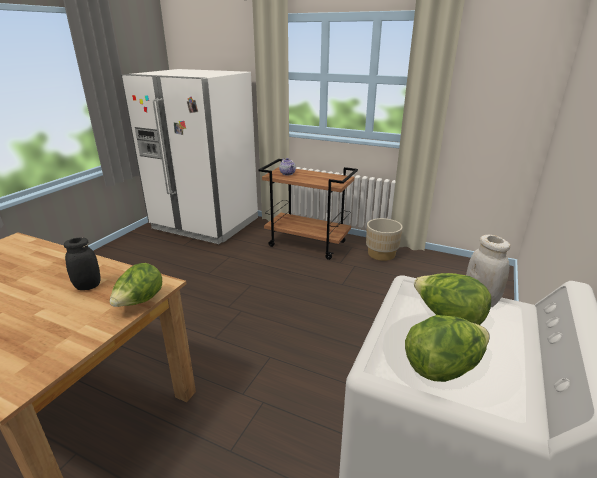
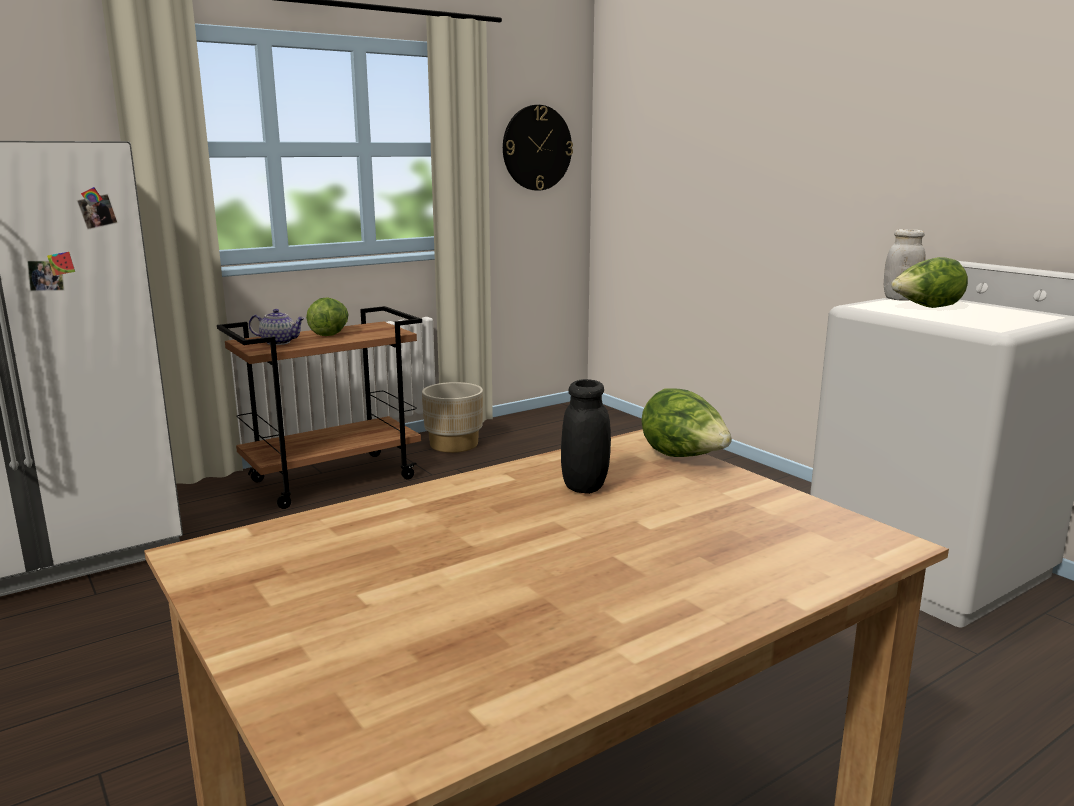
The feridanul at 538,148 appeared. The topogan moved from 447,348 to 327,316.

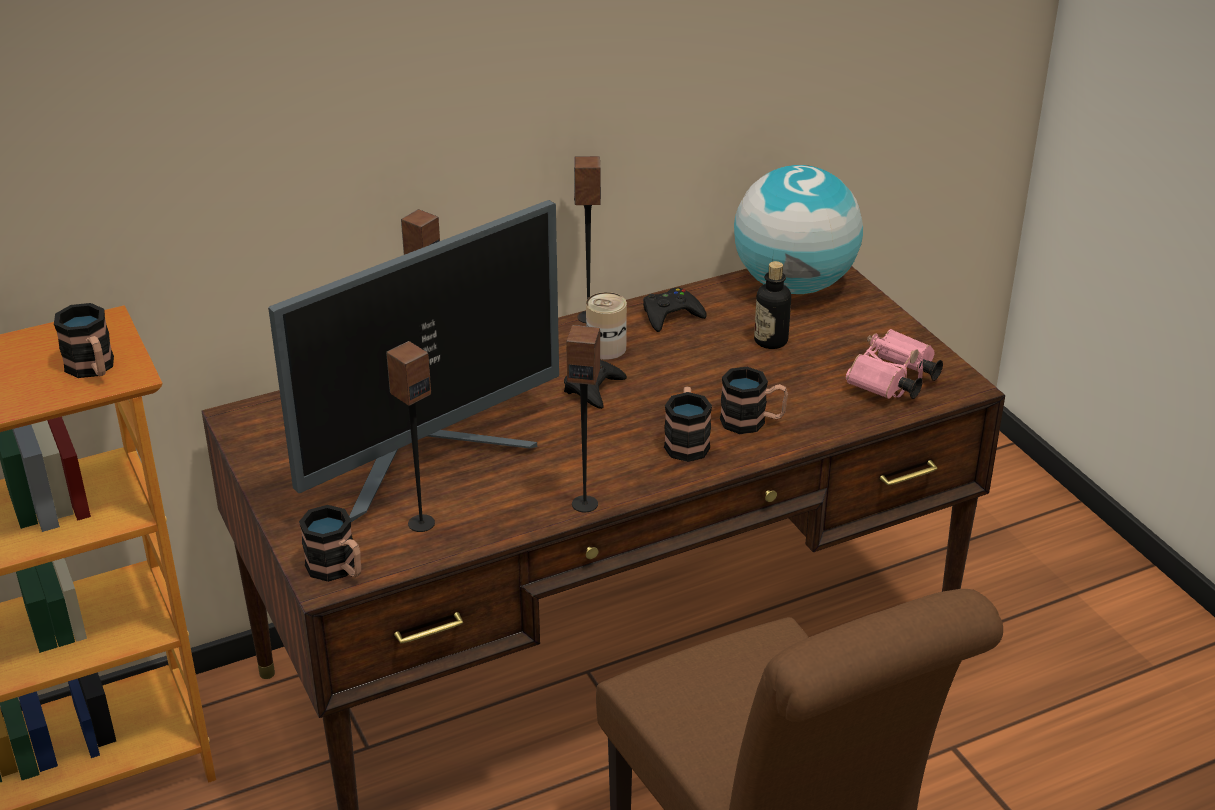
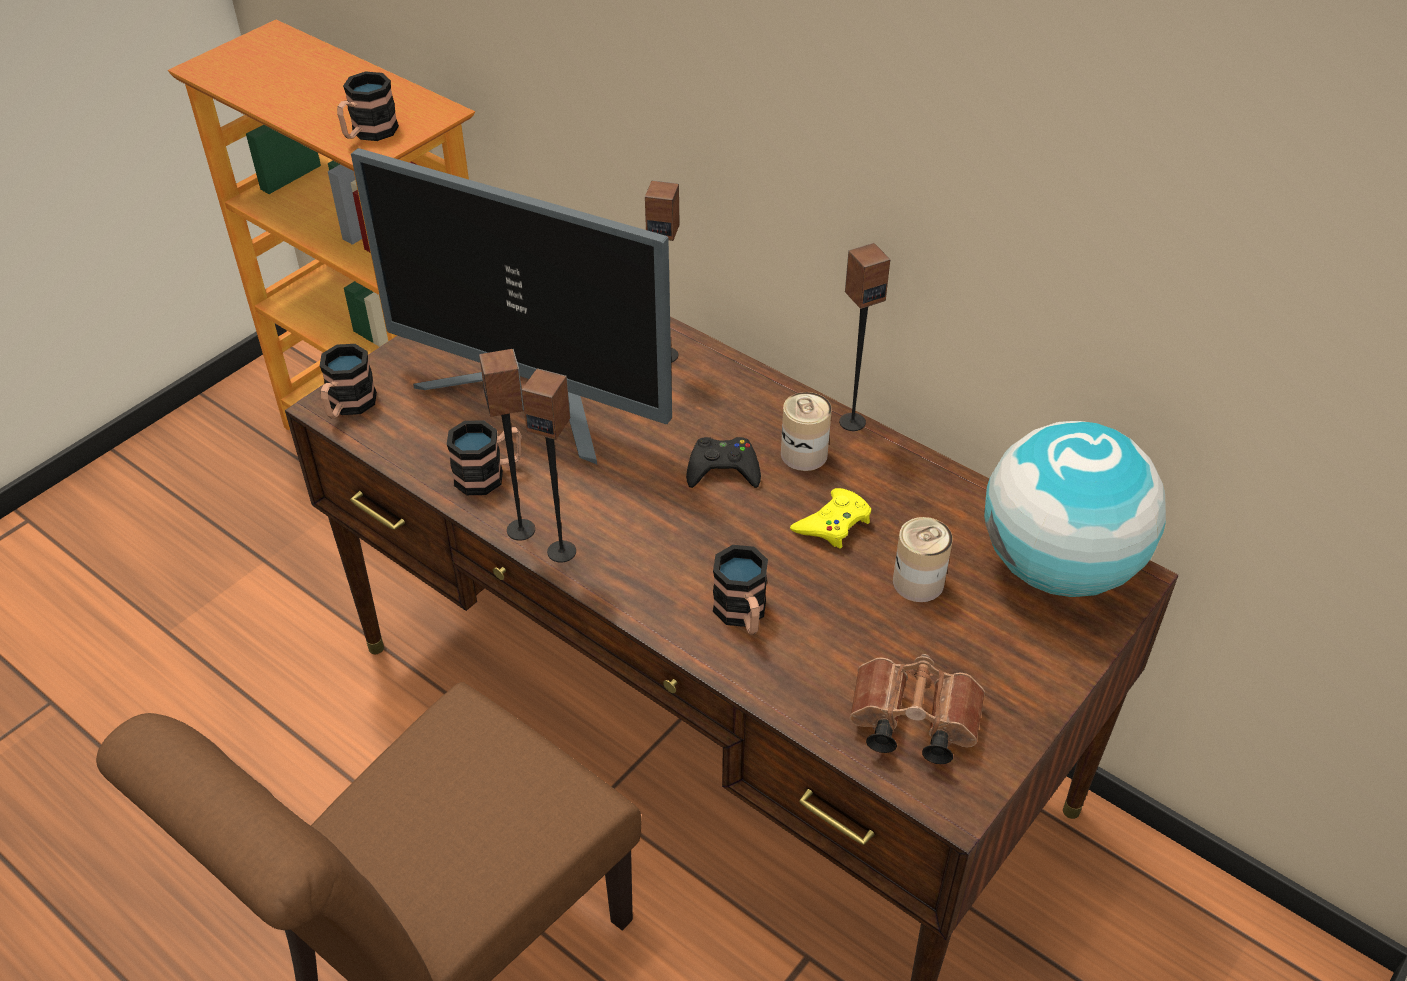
The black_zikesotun at 674,310 disappeared. The yellow_zikesotun at 830,518 appeared. The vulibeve moved from 410,436 to 549,465. The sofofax moved from 688,424 to 484,457. The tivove at 772,305 was replaced by the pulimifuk at 923,559. The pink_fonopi at 894,364 became the brown_fonopi at 917,709.

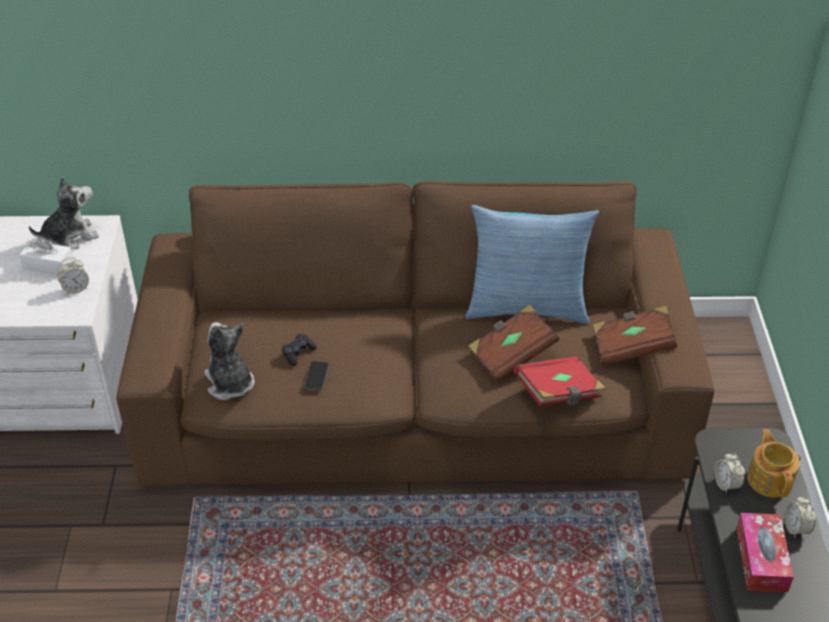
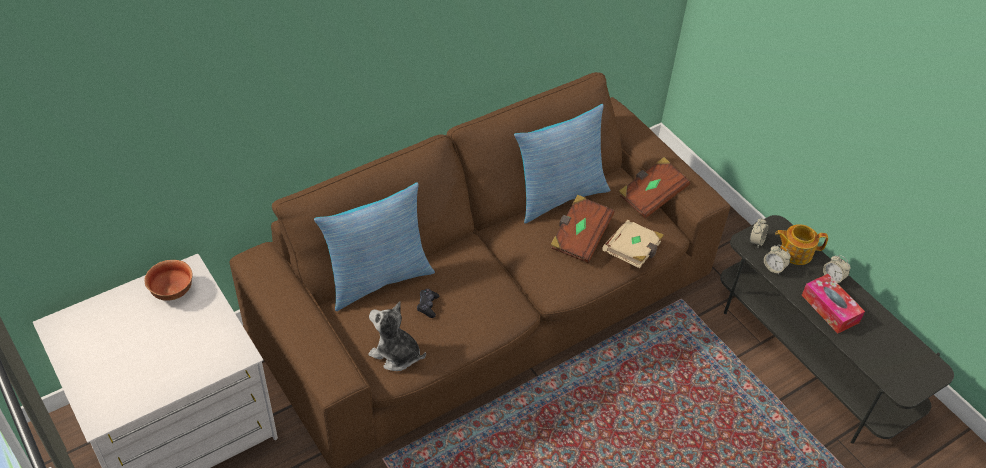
The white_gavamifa at 47,256 disappeared. The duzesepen at 316,375 disappeared. The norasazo at 374,246 appeared. The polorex moved from 73,276 to 759,232. The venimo at 64,213 was replaced by the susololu at 168,280. The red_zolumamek at 559,382 became the beige_zolumamek at 633,244. The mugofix at 773,463 turned 45 degrees counterclockwise.

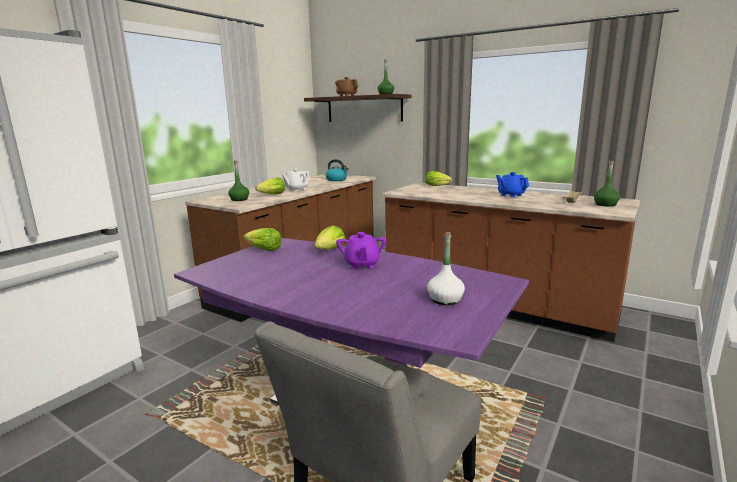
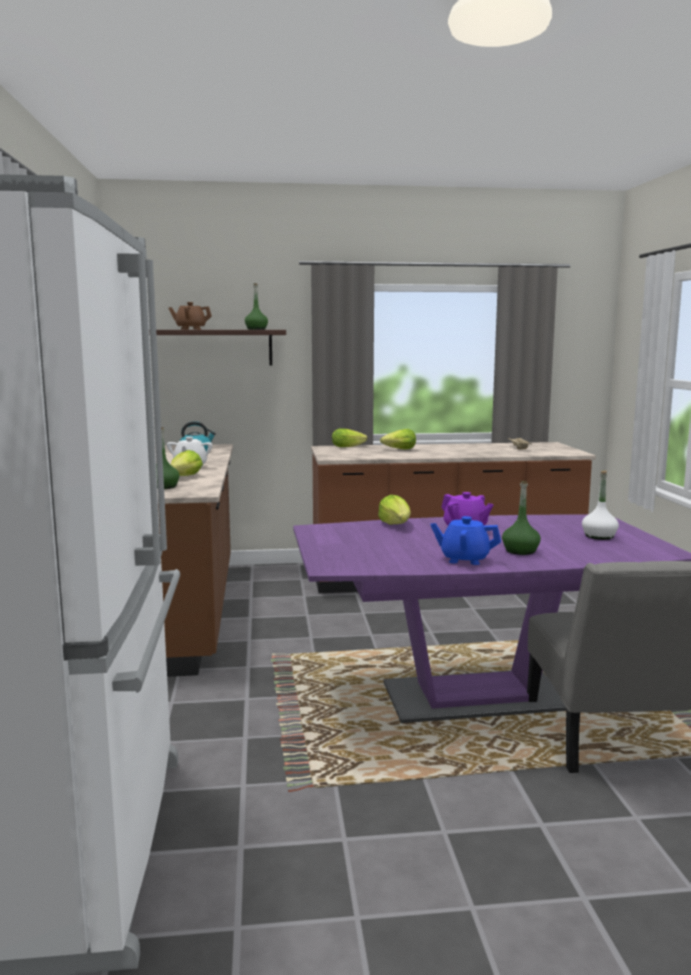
The topogan moved from 263,239 to 398,439. The blue_mugofix moved from 512,184 to 465,540. The green_tivove moved from 607,183 to 521,518.

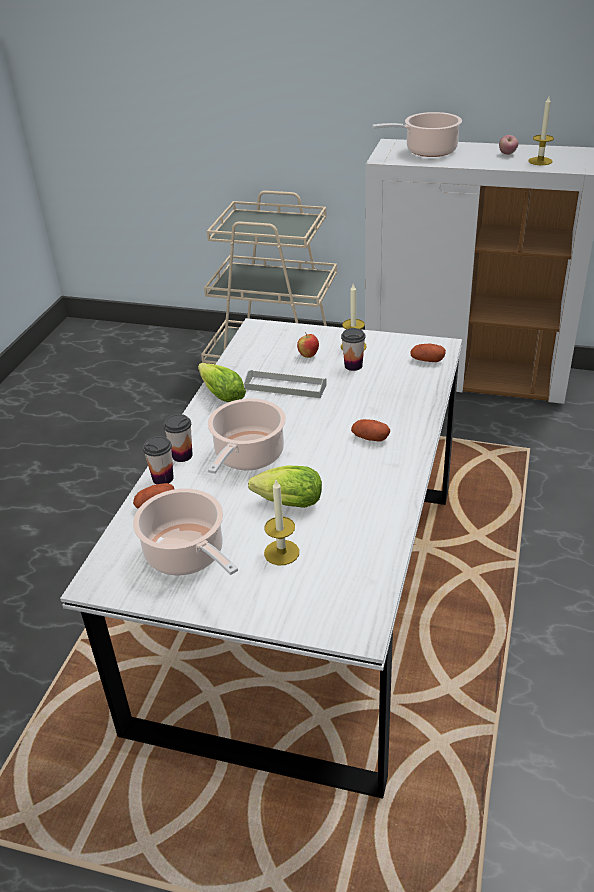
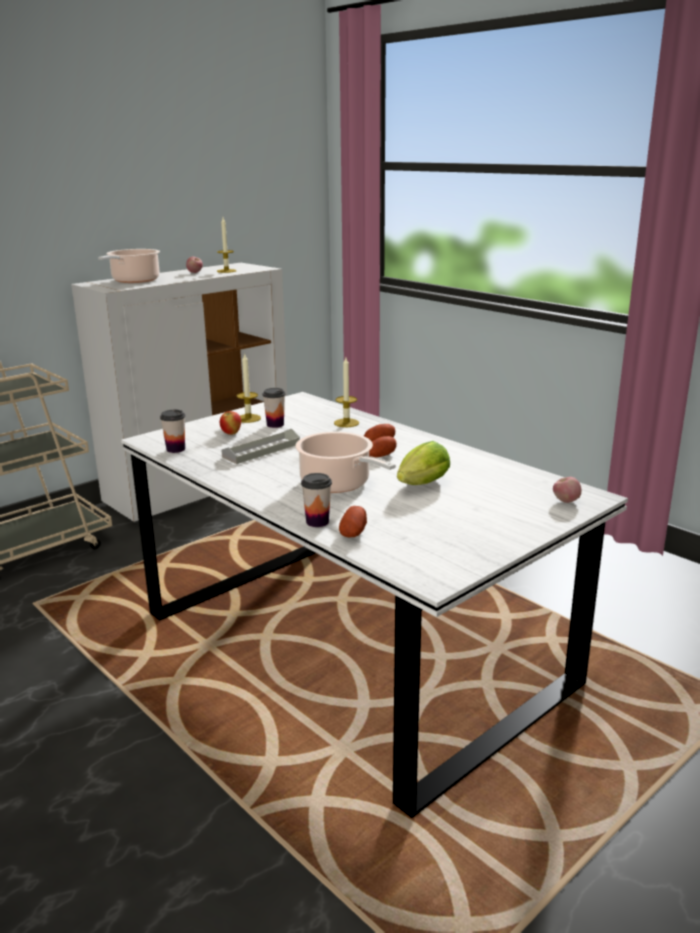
The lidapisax at 185,532 disappeared. The topogan at 222,382 disappeared. The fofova at 567,490 appeared. The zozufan moved from 178,438 to 172,431. The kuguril moved from 281,522 to 346,392. The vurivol moved from 428,353 to 383,446.

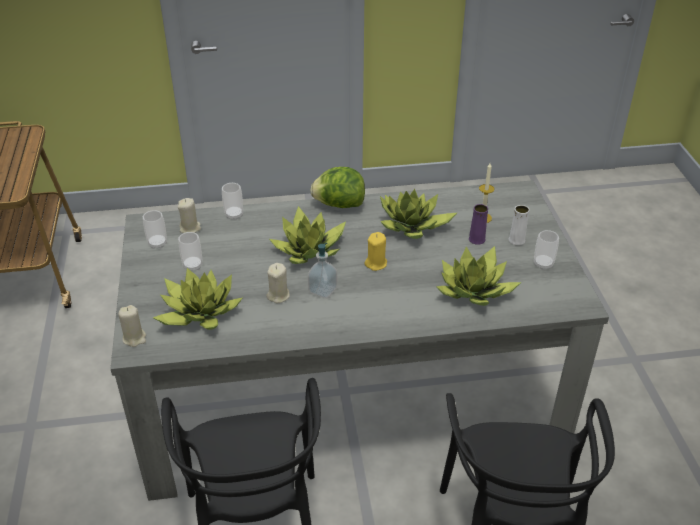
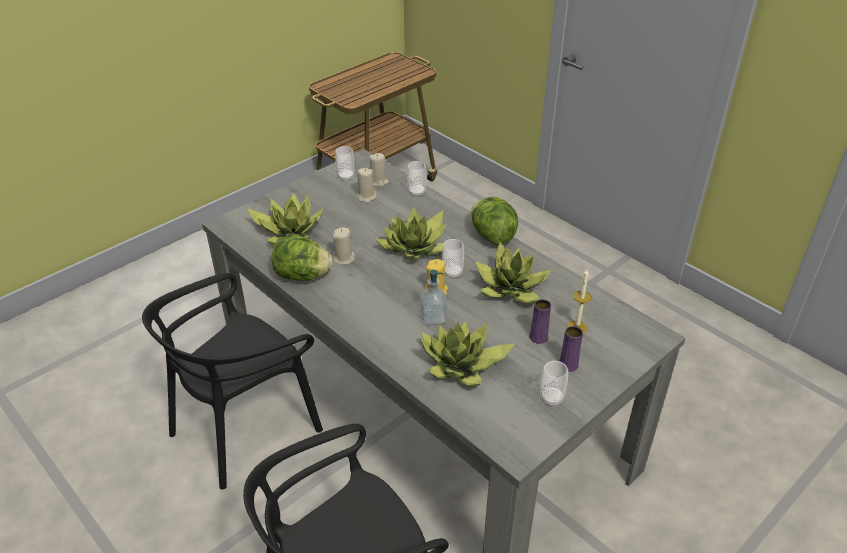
The topogan at 302,258 appeared. The beige_kuguril moved from 132,326 to 367,185. The zozufan moved from 190,251 to 453,259. The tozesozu moved from 322,270 to 433,297. The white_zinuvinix at 519,225 became the purple_zinuvinix at 571,349.

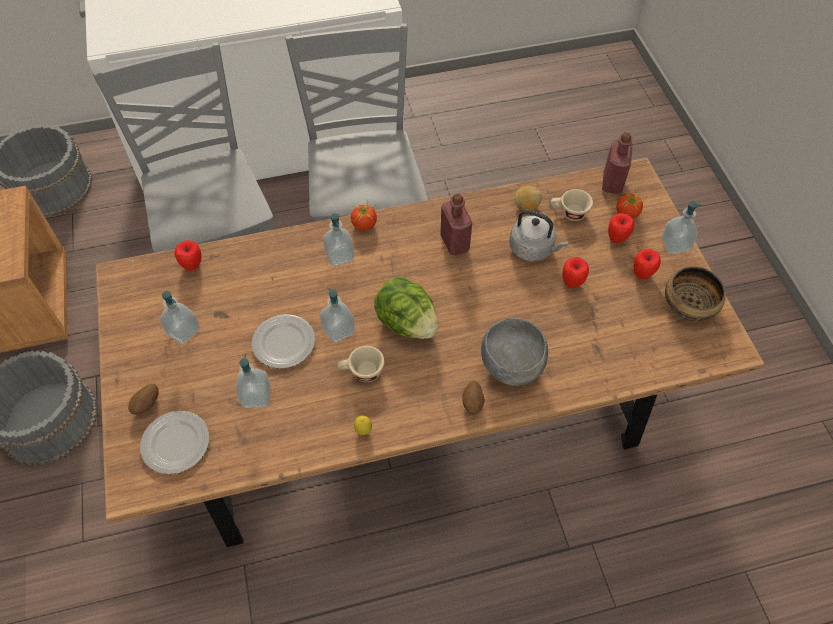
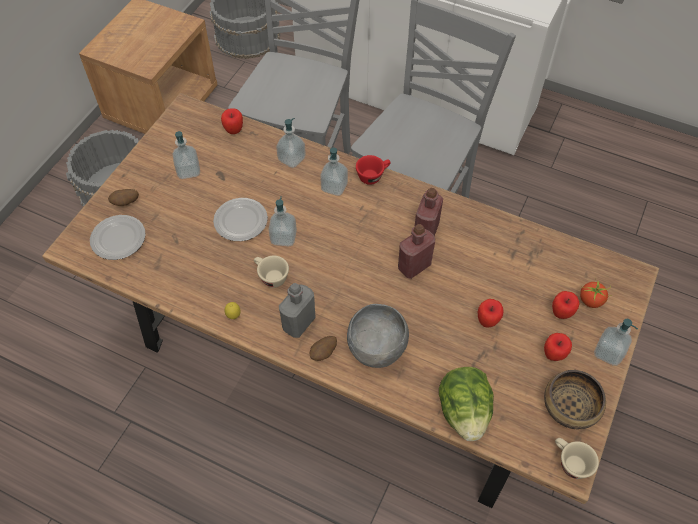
The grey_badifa at 538,235 disappeared. The vurivol at 528,198 disappeared. The grey_tivove at 297,310 appeared. The tozesozu moved from 253,380 to 291,143. The topogan moved from 406,307 to 466,404. The beige_zozufan moved from 572,205 to 577,458. The red_tivove moved from 617,163 to 416,251. The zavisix at 364,215 was replaced by the red_zozufan at 373,170.

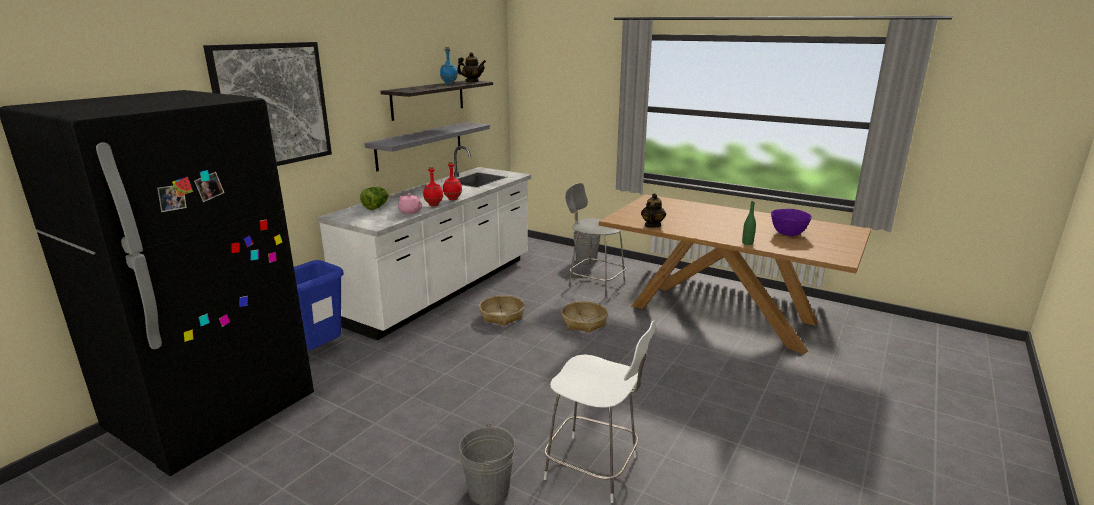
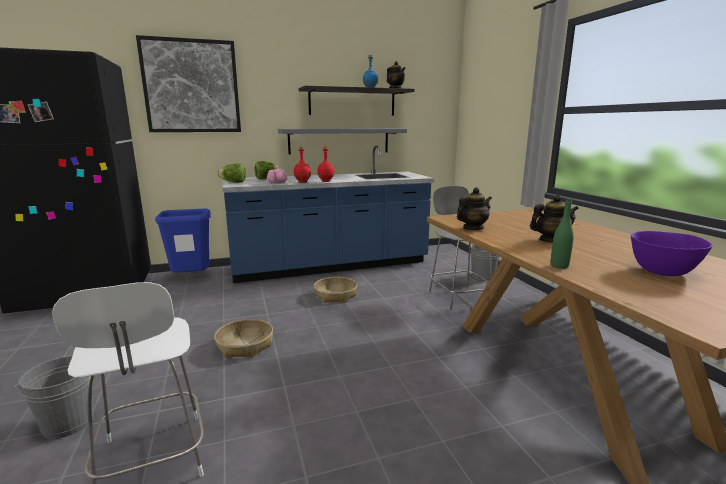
The topogan at 232,173 appeared. The mugofix at 554,218 appeared. The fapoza moved from 584,317 to 243,338. The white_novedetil at 424,243 became the blue_novedetil at 328,214.

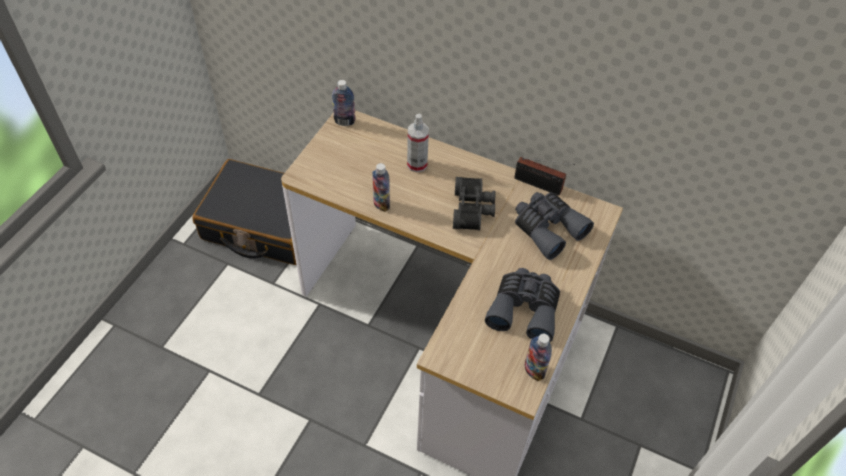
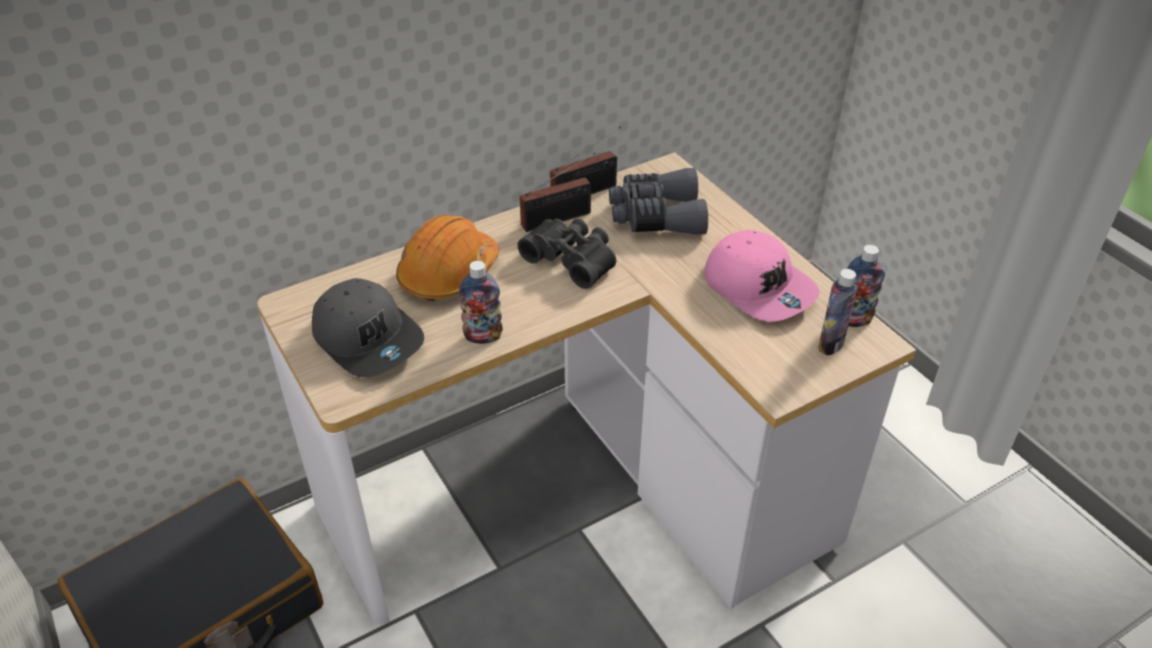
The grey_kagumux at 368,327 appeared. The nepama at 558,192 appeared. The tivove moved from 344,103 to 838,312. The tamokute at 418,143 was replaced by the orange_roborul at 447,258. The grey_fonopi at 522,305 was replaced by the pink_kagumux at 762,276.

